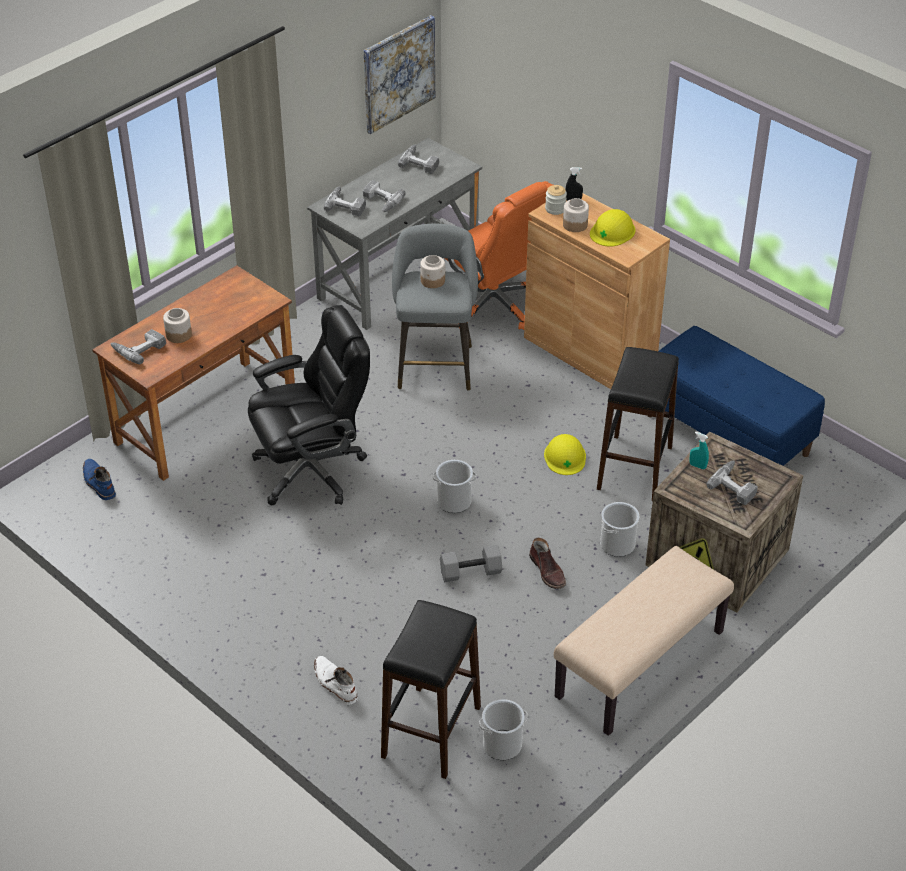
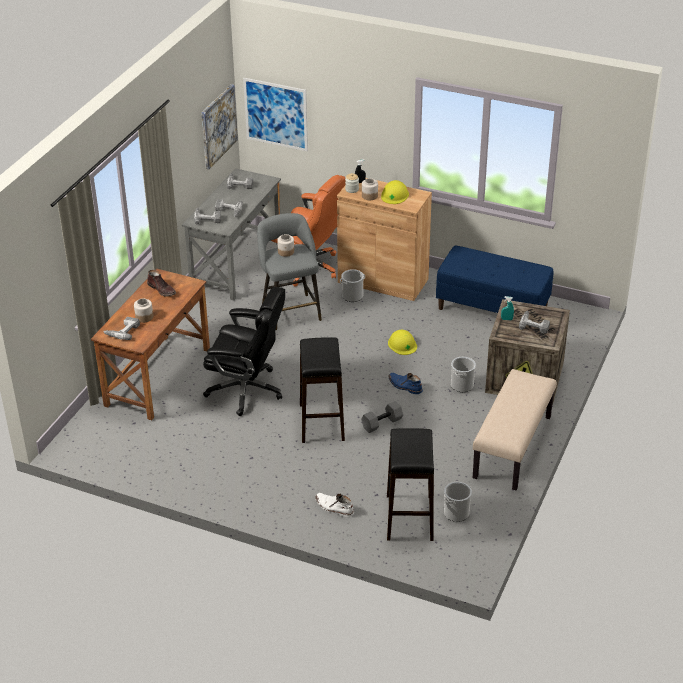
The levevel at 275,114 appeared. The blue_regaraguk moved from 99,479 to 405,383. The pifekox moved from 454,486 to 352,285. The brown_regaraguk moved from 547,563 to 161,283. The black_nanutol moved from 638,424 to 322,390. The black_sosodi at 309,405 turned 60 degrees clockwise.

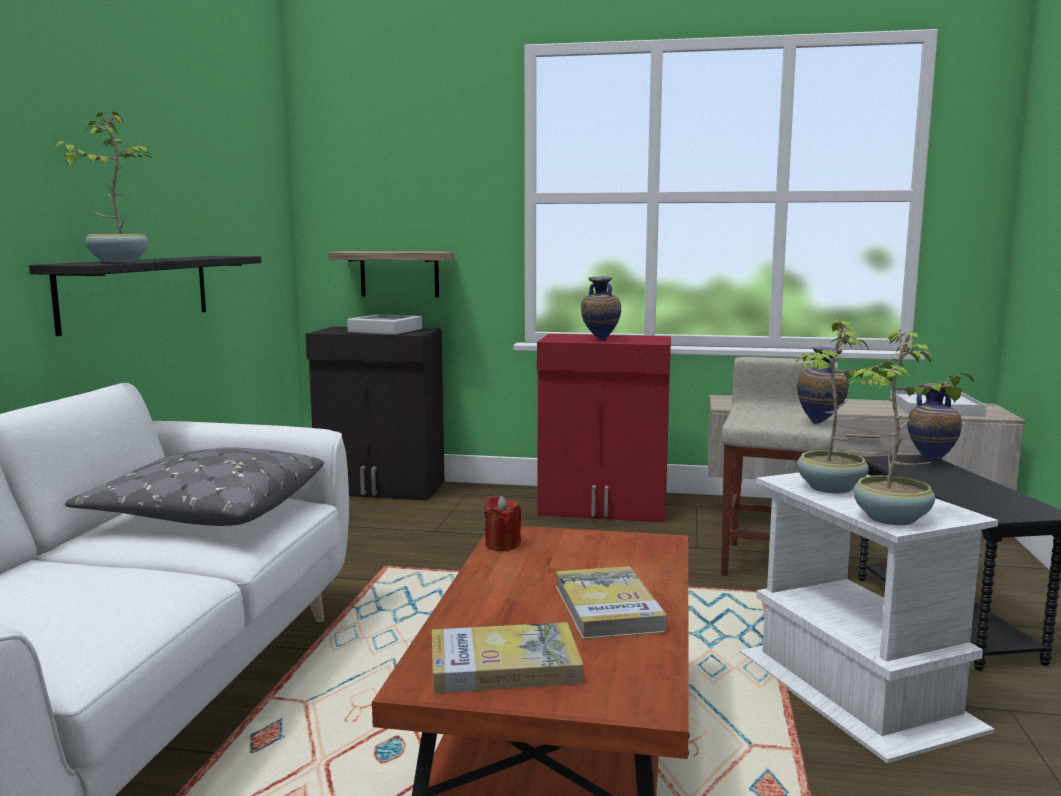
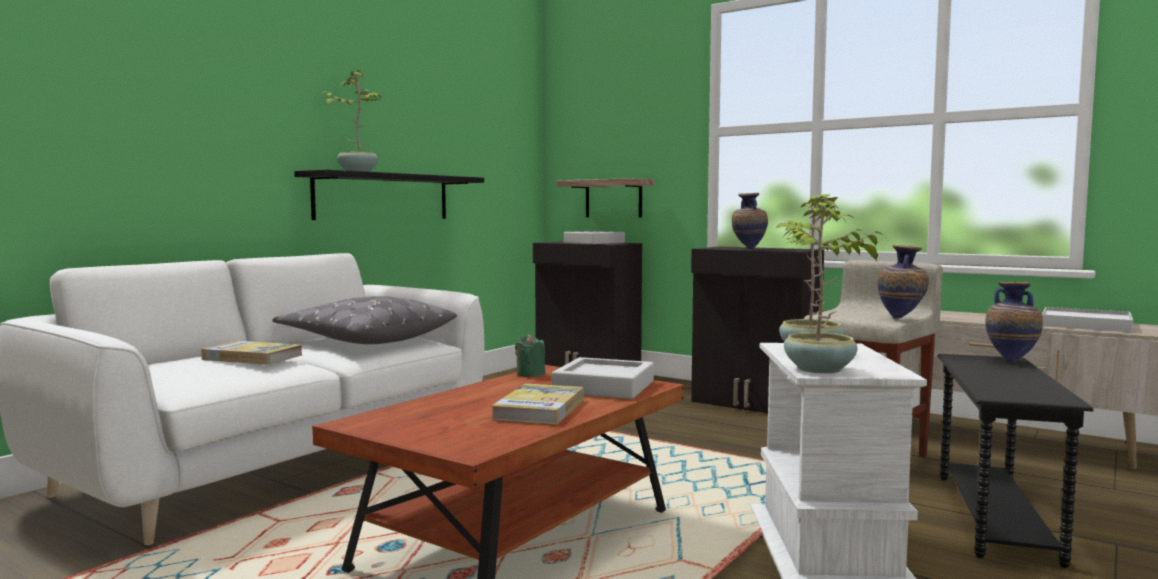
The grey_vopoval at 603,378 appeared. The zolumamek moved from 507,657 to 251,353. The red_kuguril at 503,523 became the green_kuguril at 530,355. The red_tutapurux at 604,428 became the black_tutapurux at 757,330.

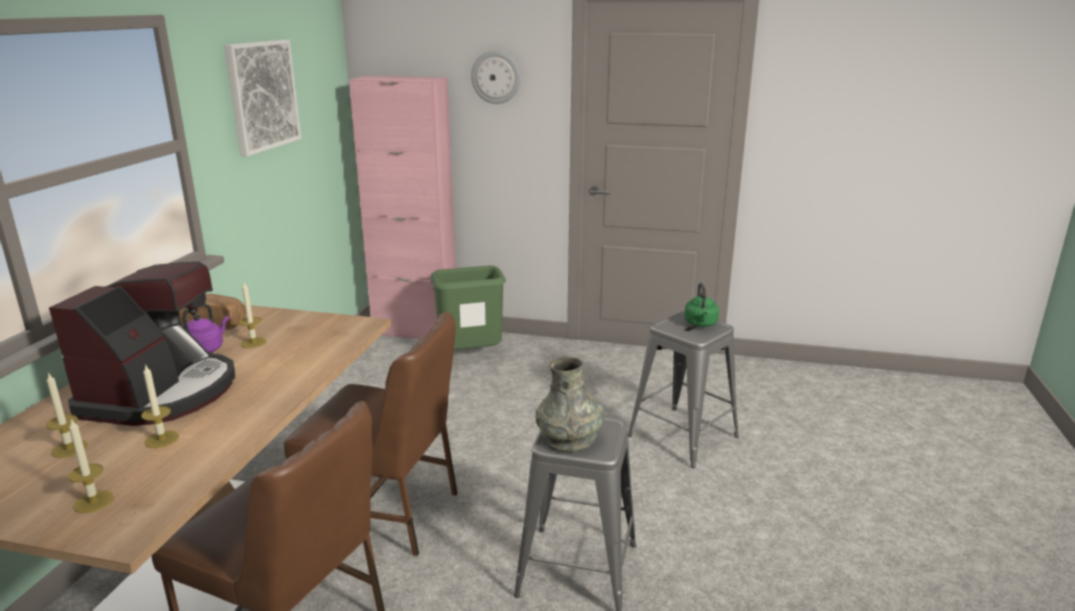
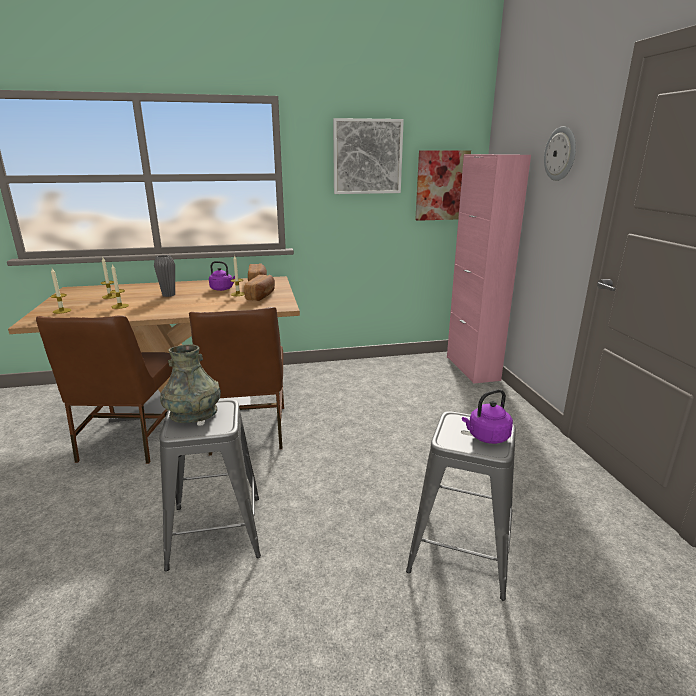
The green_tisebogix at 468,308 disappeared. The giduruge at 259,288 appeared. The levevel at 443,185 appeared. The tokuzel at 142,344 was replaced by the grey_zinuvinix at 164,276. The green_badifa at 701,305 became the purple_badifa at 487,416.

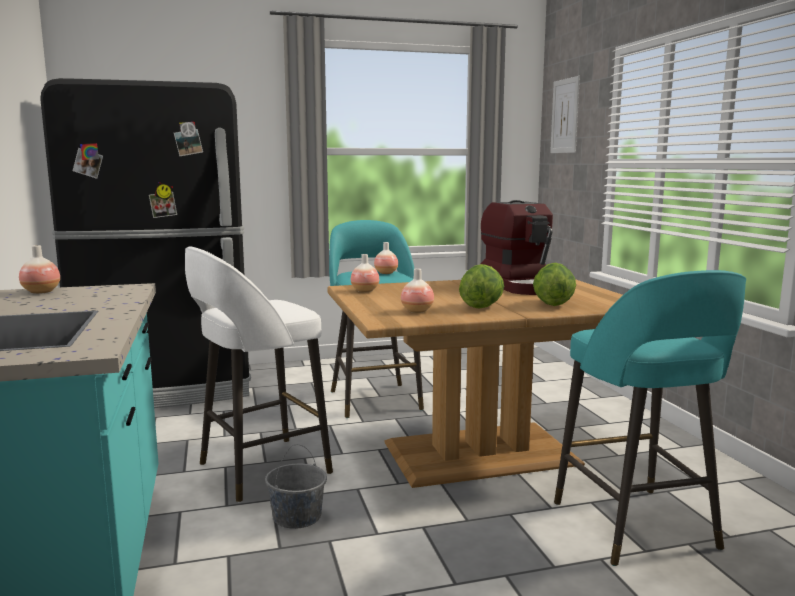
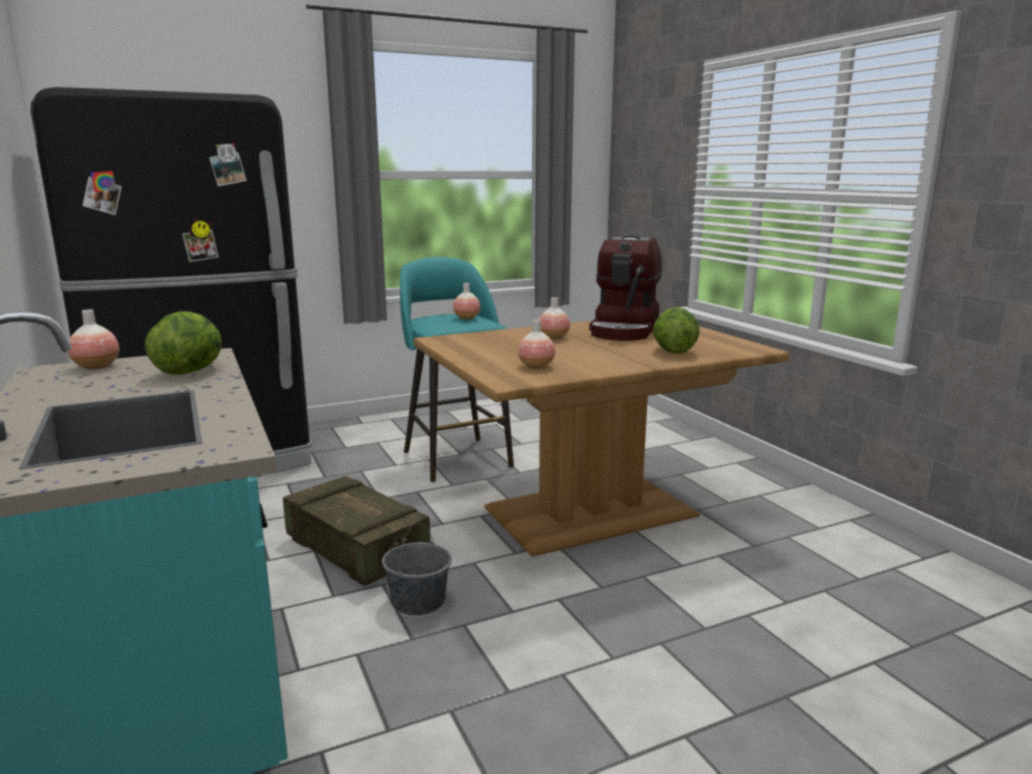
The levevel at 565,114 disappeared. The turquoise_nanutol at 650,418 disappeared. The zinuvinix moved from 365,273 to 554,318. The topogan moved from 481,286 to 183,343. The white_nanutol at 259,374 was replaced by the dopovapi at 357,531. The tokuzel at 517,247 turned 45 degrees clockwise.

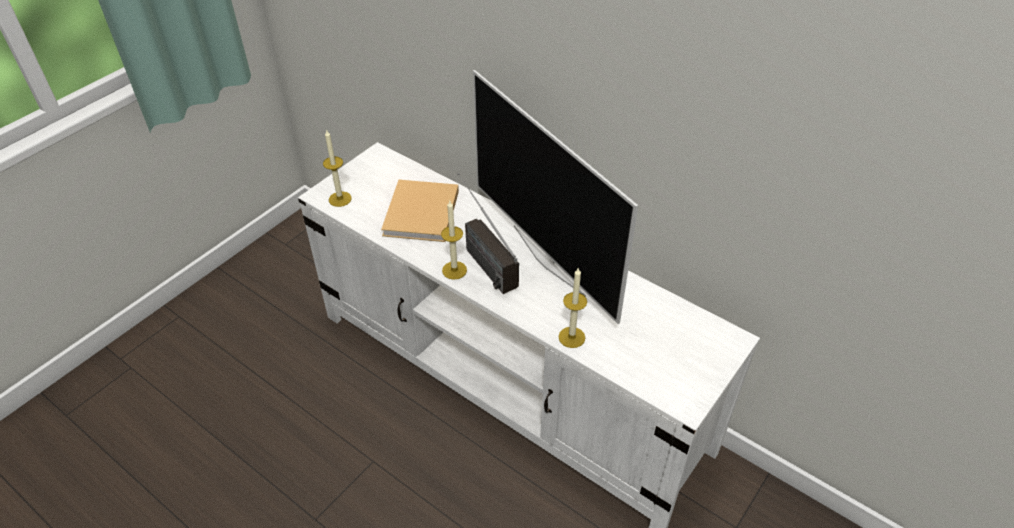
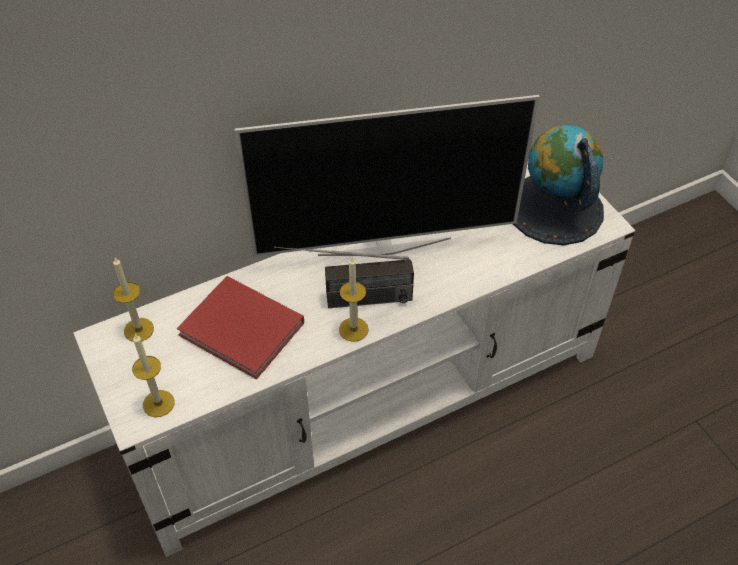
The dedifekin at 558,185 appeared. The kuguril moved from 572,308 to 133,300. The beige_zolumamek at 420,211 became the red_zolumamek at 240,327.

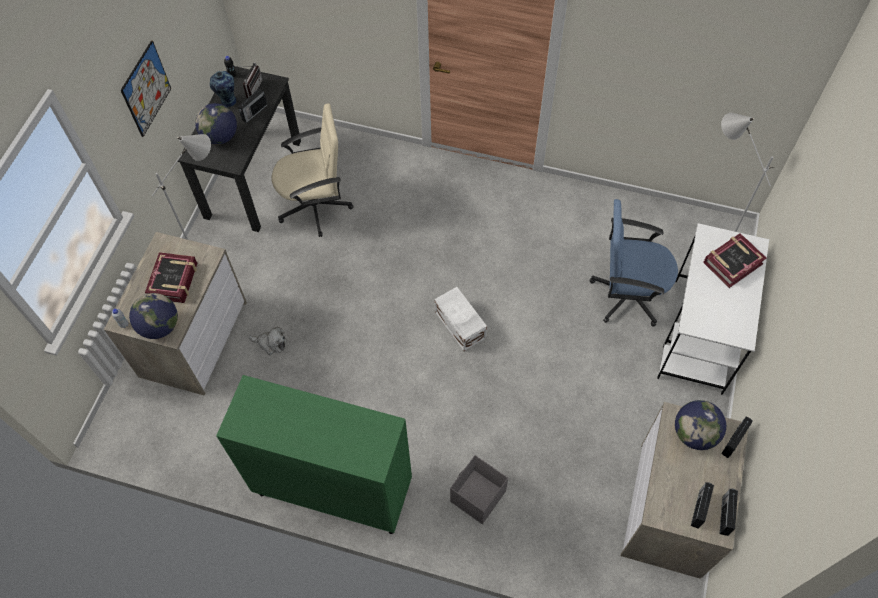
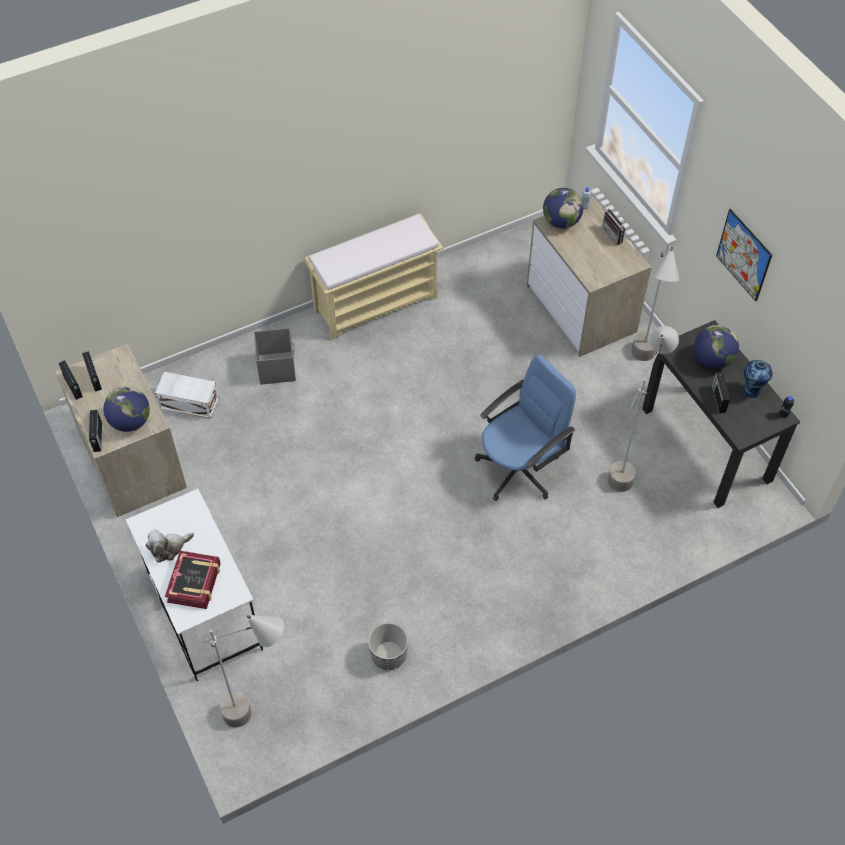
The zolumamek at 171,277 disappeared. The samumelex at 388,646 appeared. The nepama moved from 249,80 to 613,225. The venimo moved from 267,341 to 169,546. The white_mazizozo moved from 461,319 to 187,395. The blue_sosodi moved from 633,263 to 525,428. The green_tutapurux at 314,454 was replaced by the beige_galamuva at 374,276. The beige_sosodi at 312,170 was replaced by the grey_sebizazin at 643,409.

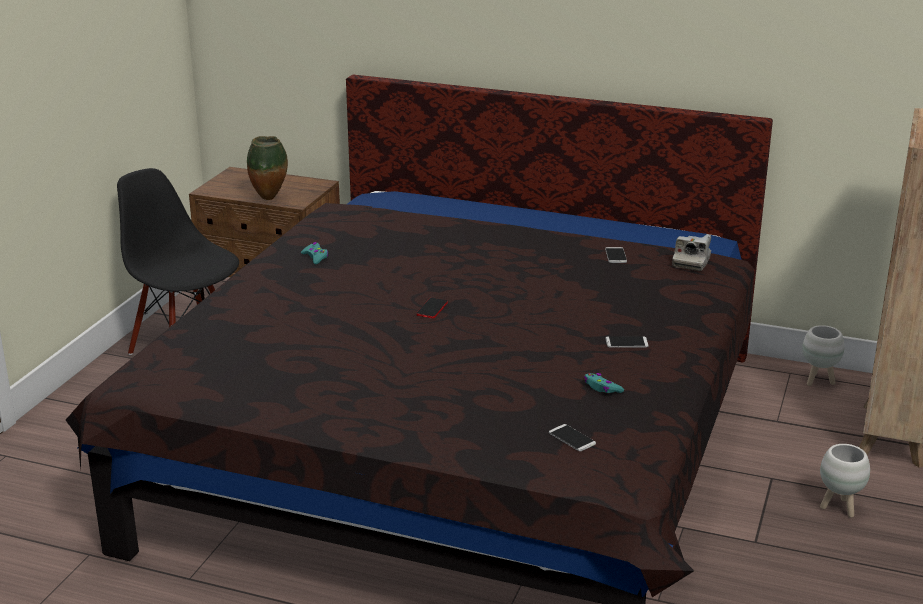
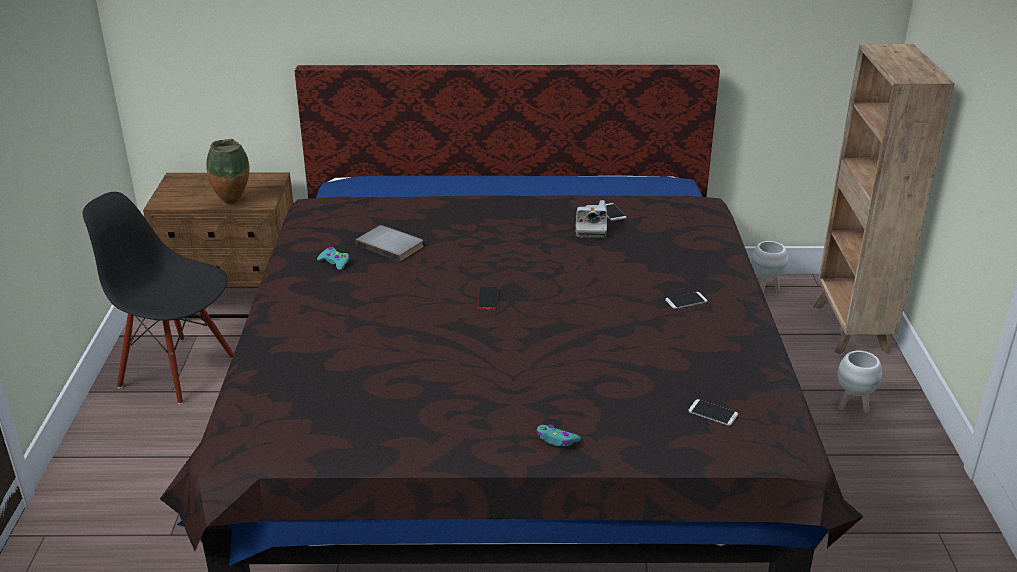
The grey_zolumamek at 389,243 appeared. The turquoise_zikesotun moved from 604,383 to 559,435. The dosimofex moved from 691,252 to 591,219.

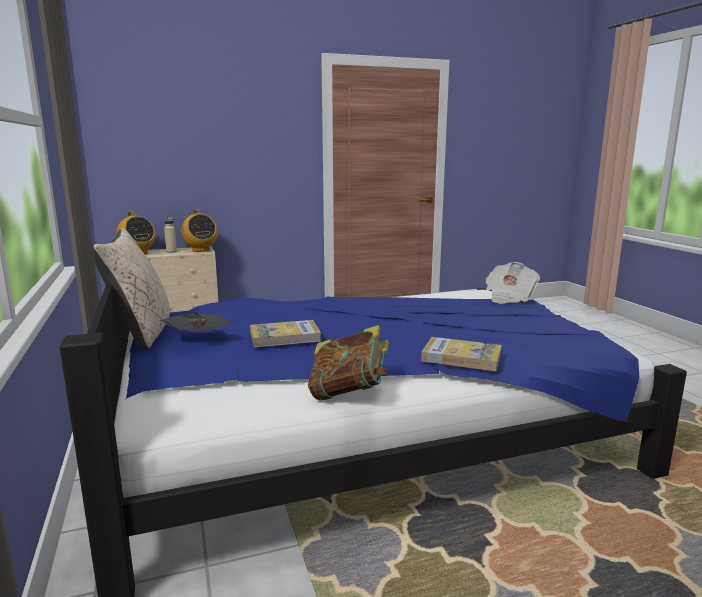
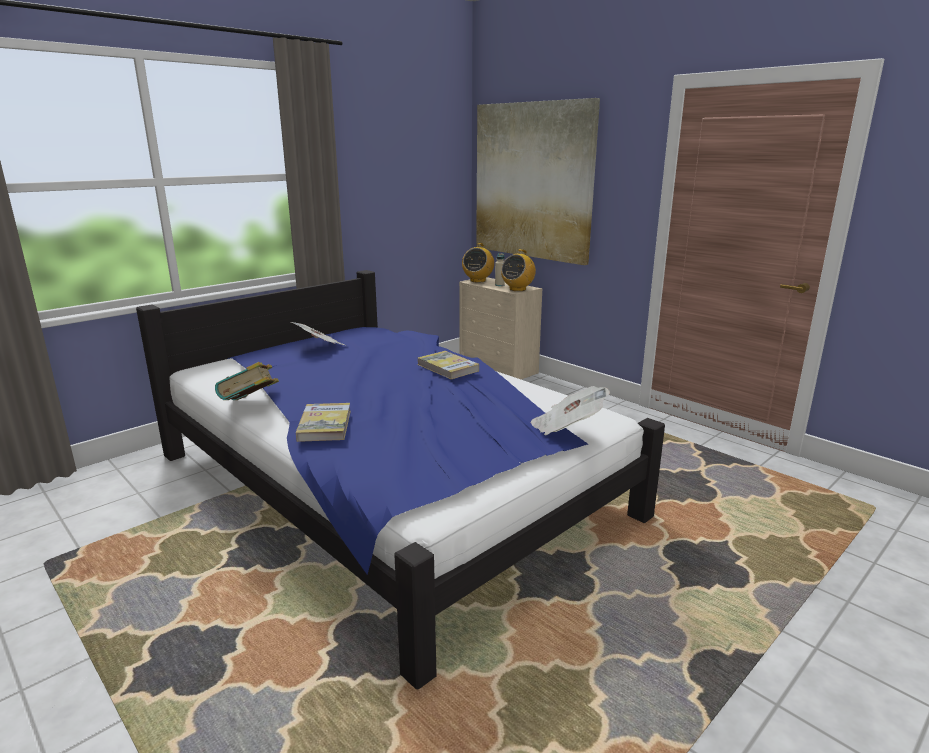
The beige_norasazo at 131,289 disappeared. The levevel at 538,181 appeared. The zolumamek moved from 285,333 to 448,365.

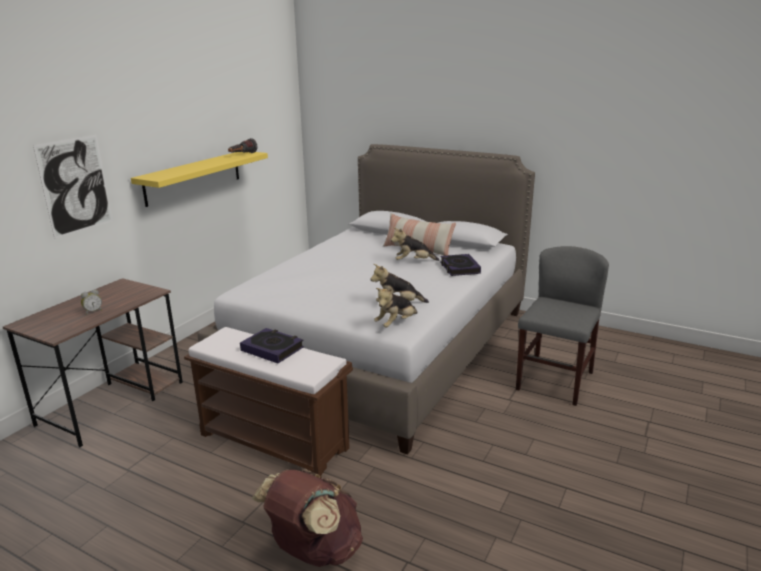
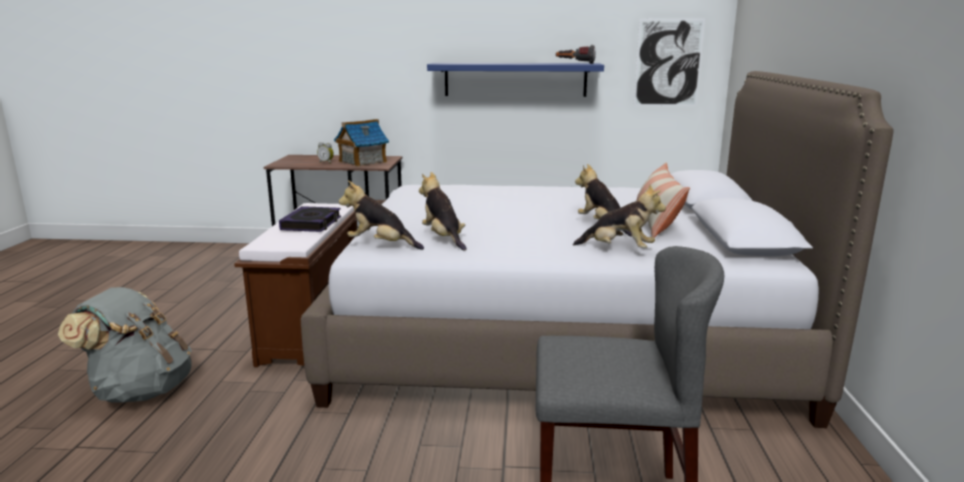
The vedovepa at 361,143 appeared. The levevel moved from 73,187 to 669,62. The zolumamek at 460,265 was replaced by the venimo at 619,216. The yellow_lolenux at 199,179 became the blue_lolenux at 515,80. The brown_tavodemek at 307,518 became the grey_tavodemek at 125,345.

